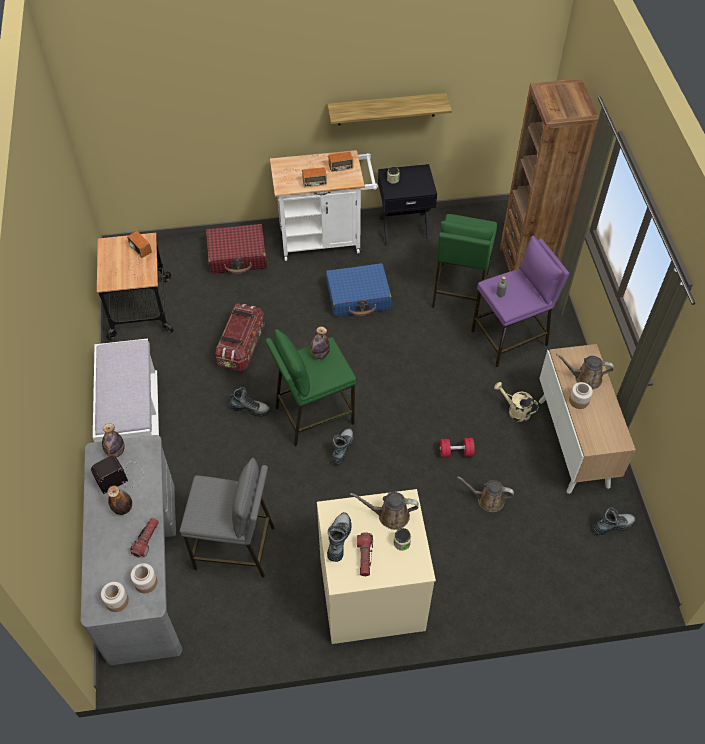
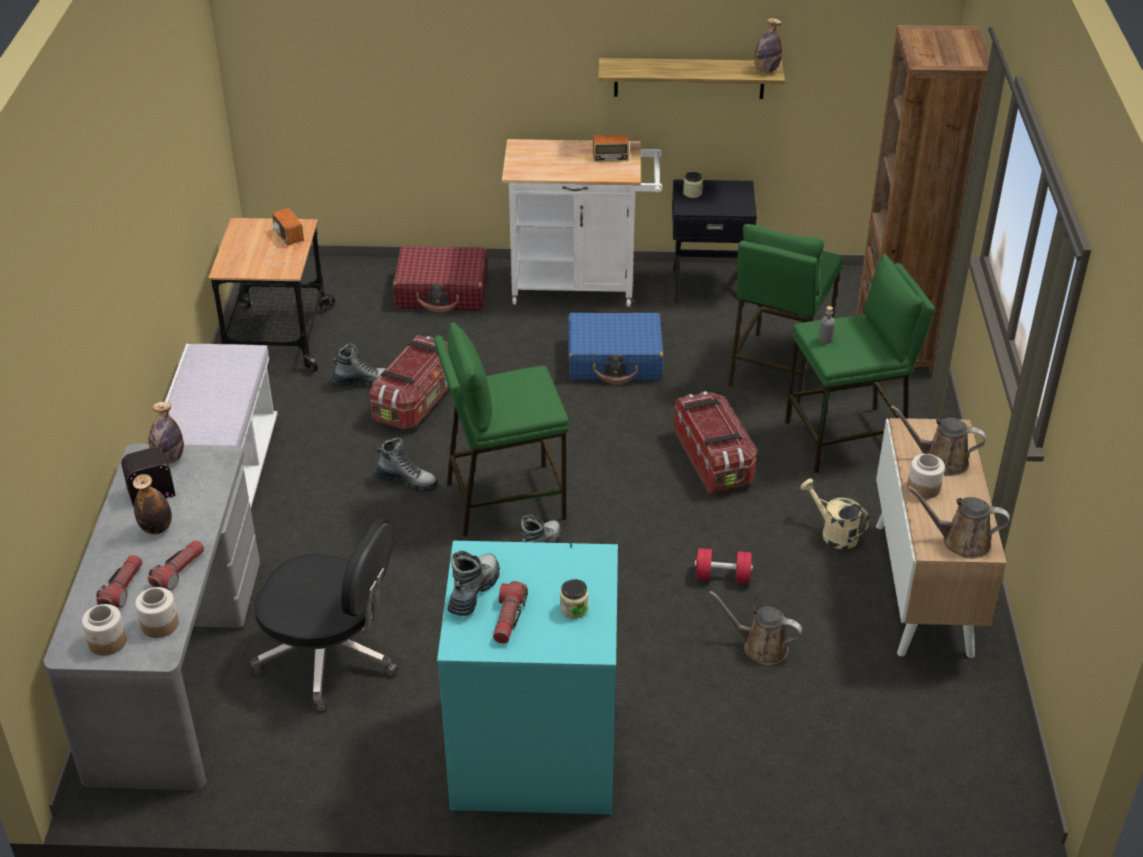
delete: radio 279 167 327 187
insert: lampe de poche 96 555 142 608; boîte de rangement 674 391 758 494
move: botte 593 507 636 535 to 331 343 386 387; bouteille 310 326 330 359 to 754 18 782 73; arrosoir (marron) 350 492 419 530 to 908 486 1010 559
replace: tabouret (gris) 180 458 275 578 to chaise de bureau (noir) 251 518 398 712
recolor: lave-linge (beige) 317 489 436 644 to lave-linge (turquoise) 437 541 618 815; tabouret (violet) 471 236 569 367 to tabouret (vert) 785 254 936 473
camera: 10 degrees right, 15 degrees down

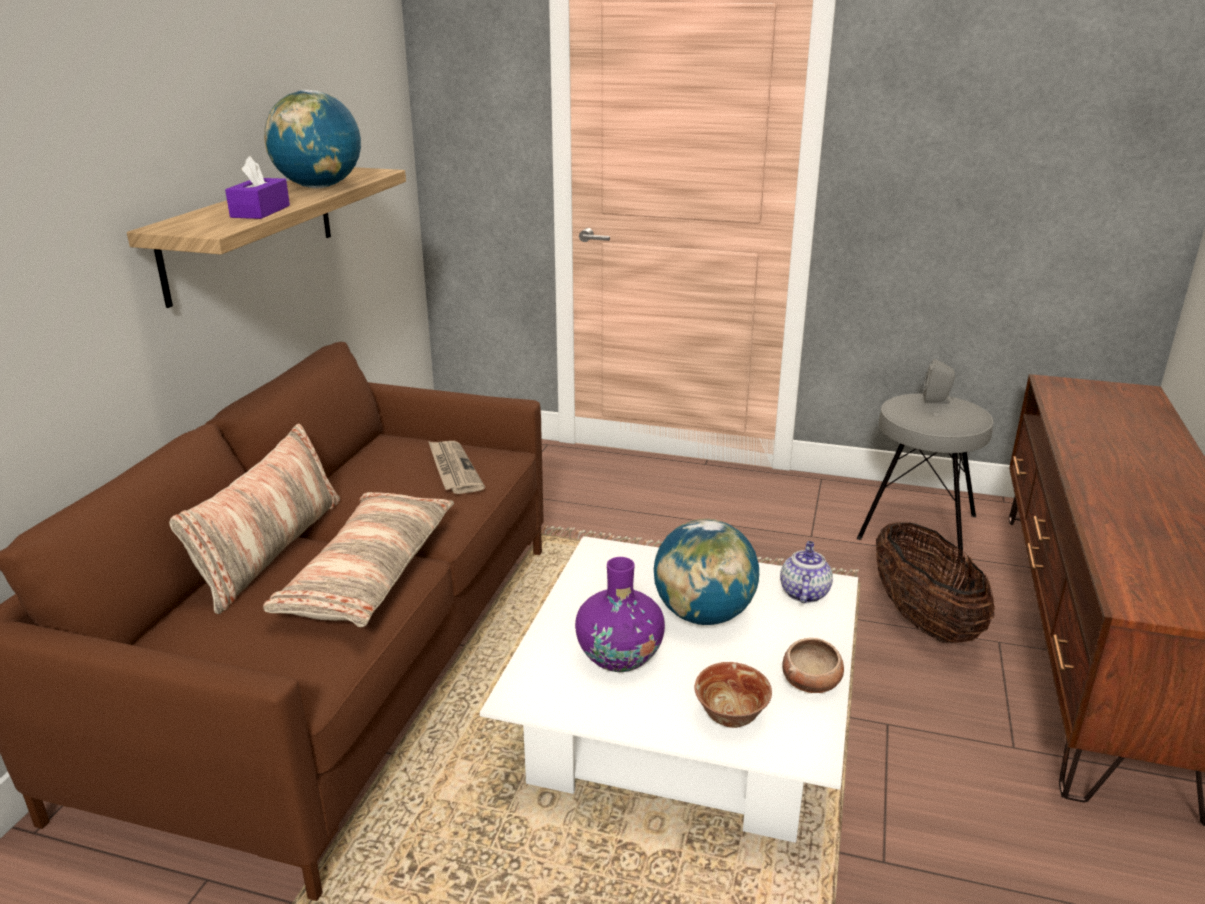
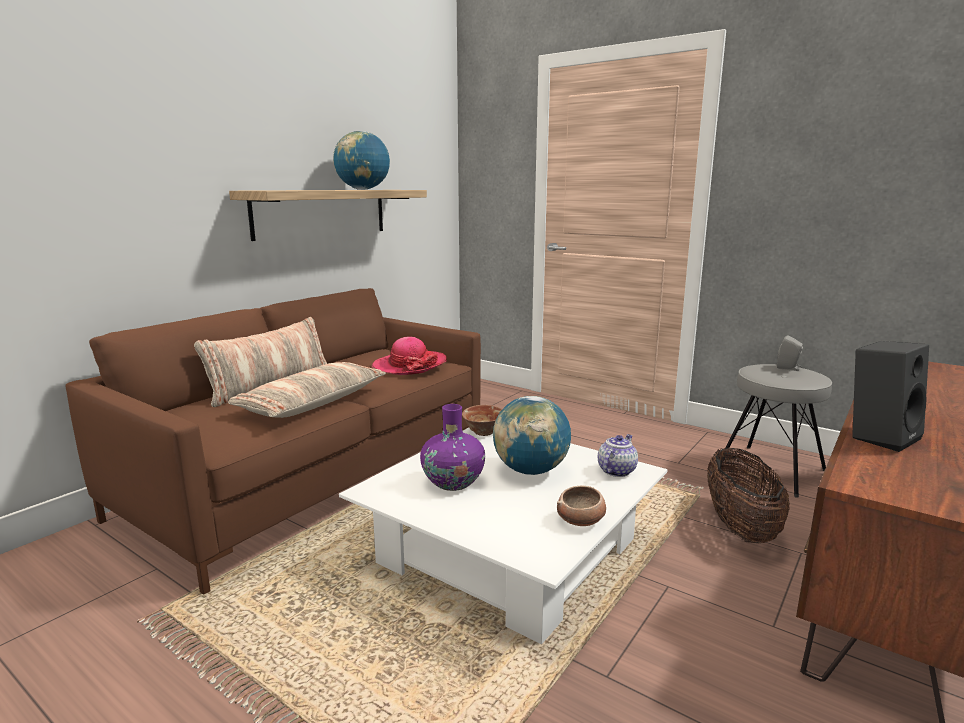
delete: boîte à mouchoirs (violet) 225 156 290 219
insert: enceinte (noir) 852 341 929 452
move: bol 695 662 772 728 to 462 405 502 436
replace: journal 428 441 485 494 to chapeau 372 337 447 375
camera: 20 degrees right, 10 degrees down

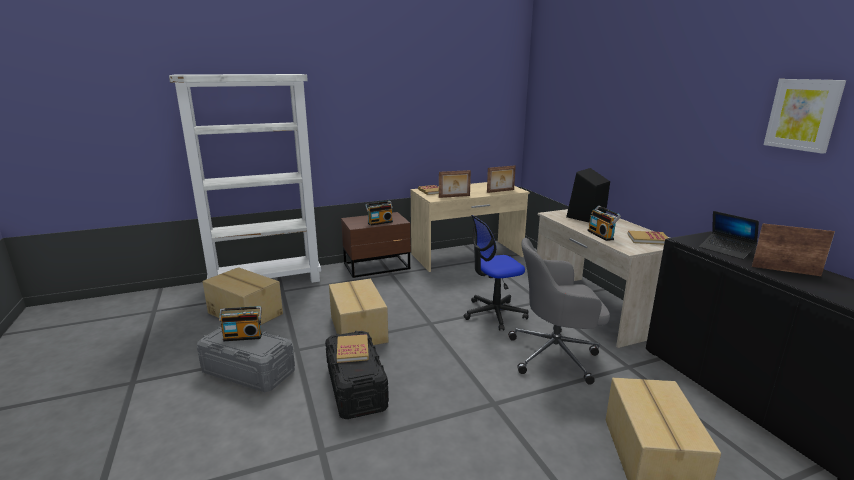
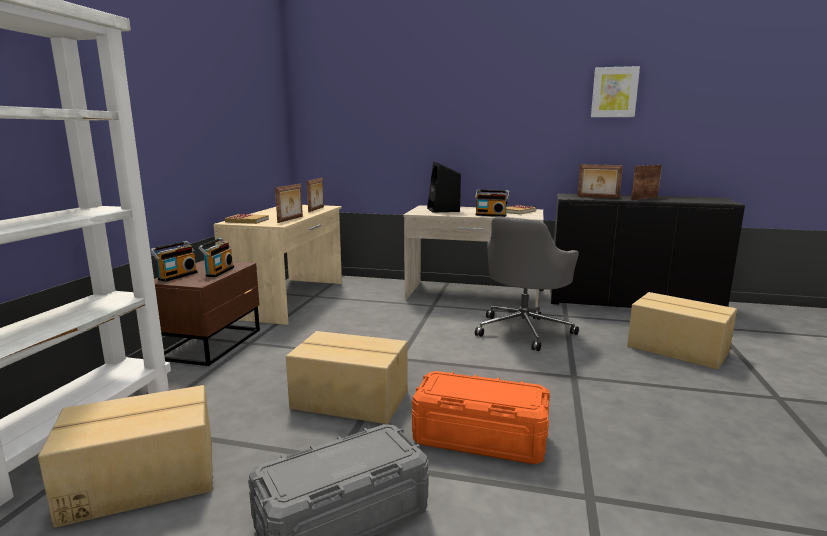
delete: livre 337 334 369 363; chaise de bureau 464 215 529 331
move: radio 219 306 262 341 to 150 241 198 282
replace: ordinateur portable 699 211 759 259 to cadre photo 577 164 623 199
recolor: boîte de rangement (noir) 325 331 389 419 to boîte de rangement (orange) 412 371 550 464
camera: 55 degrees left, 5 degrees down

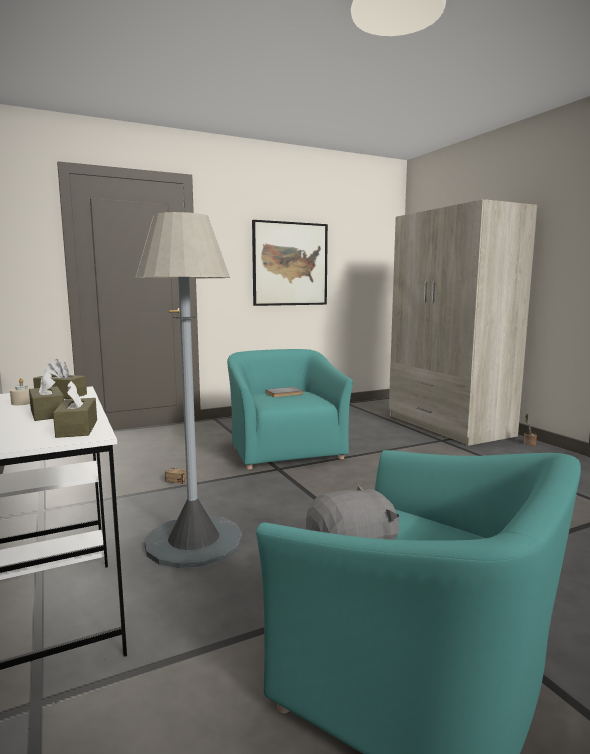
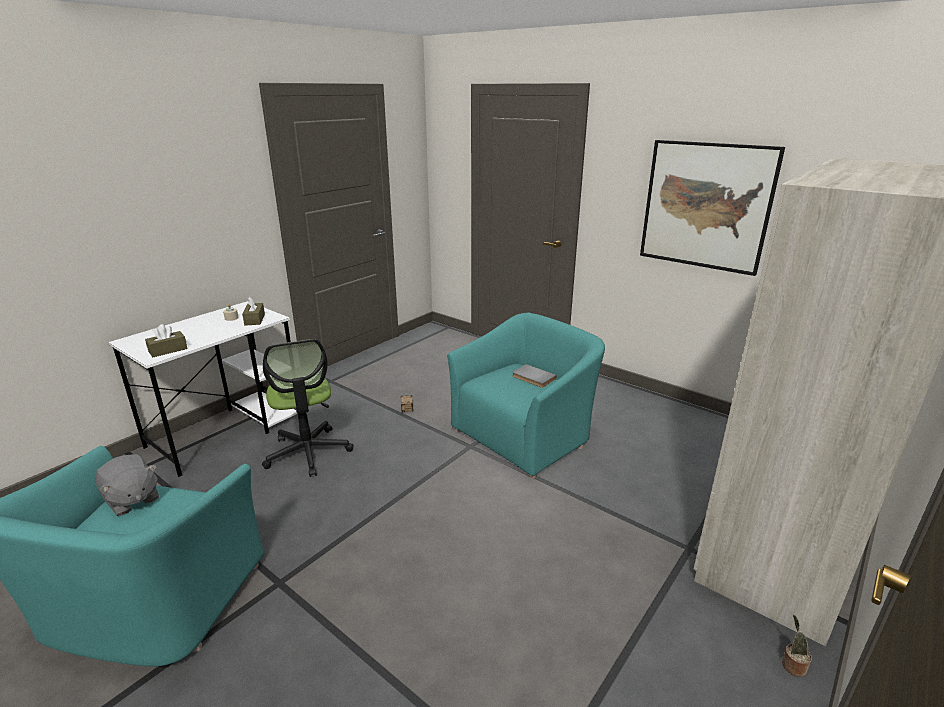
delete: boîte à mouchoirs (marron) 29 371 64 421
replace: lampadaire (gris) 135 212 242 569 to chaise de bureau 262 339 354 477
camera: 65 degrees right, 15 degrees up

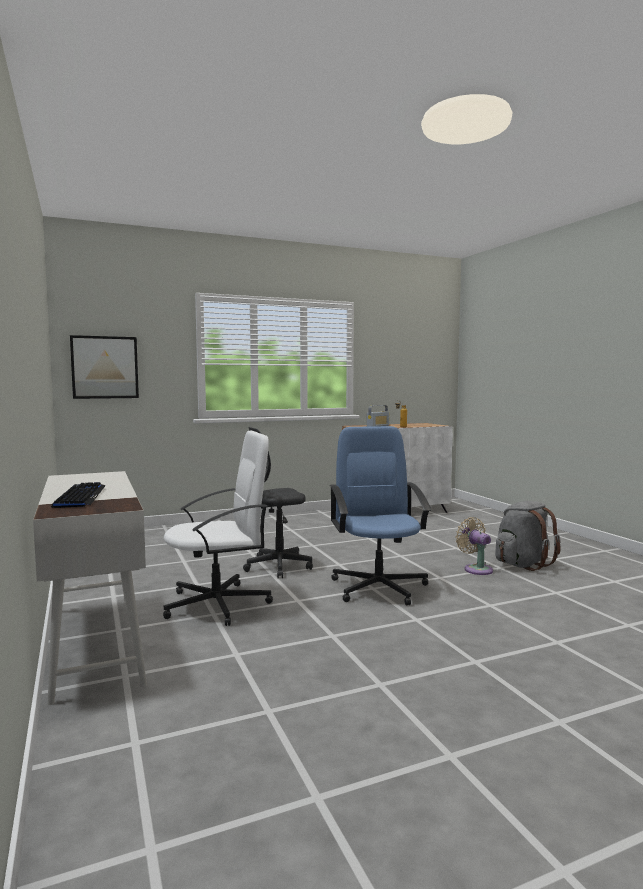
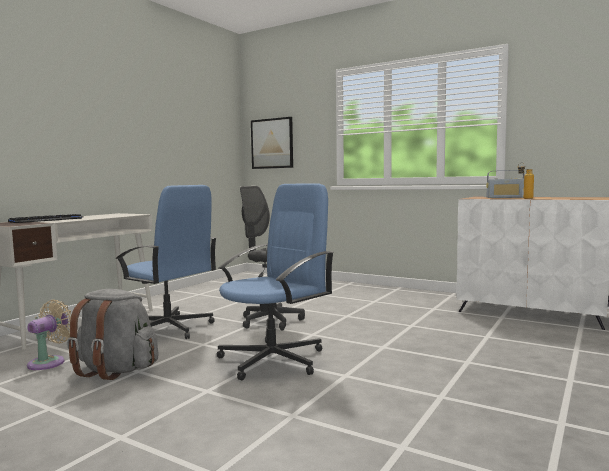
move: ventilateur (beige) 455 517 493 575 to 27 300 71 370; sac à dos (gris) 495 501 561 571 to 67 289 159 380
recolor: chaise de bureau (blanc) 163 430 273 626 to chaise de bureau (bleu) 116 185 216 339
camera: 55 degrees right, 0 degrees up

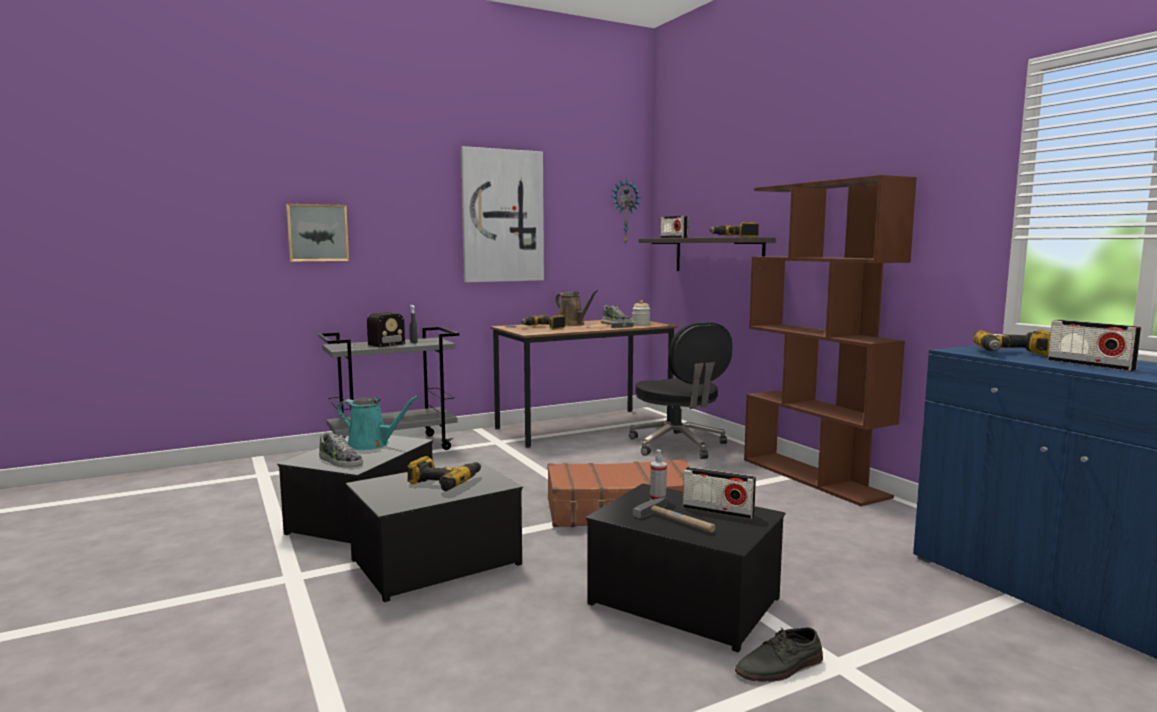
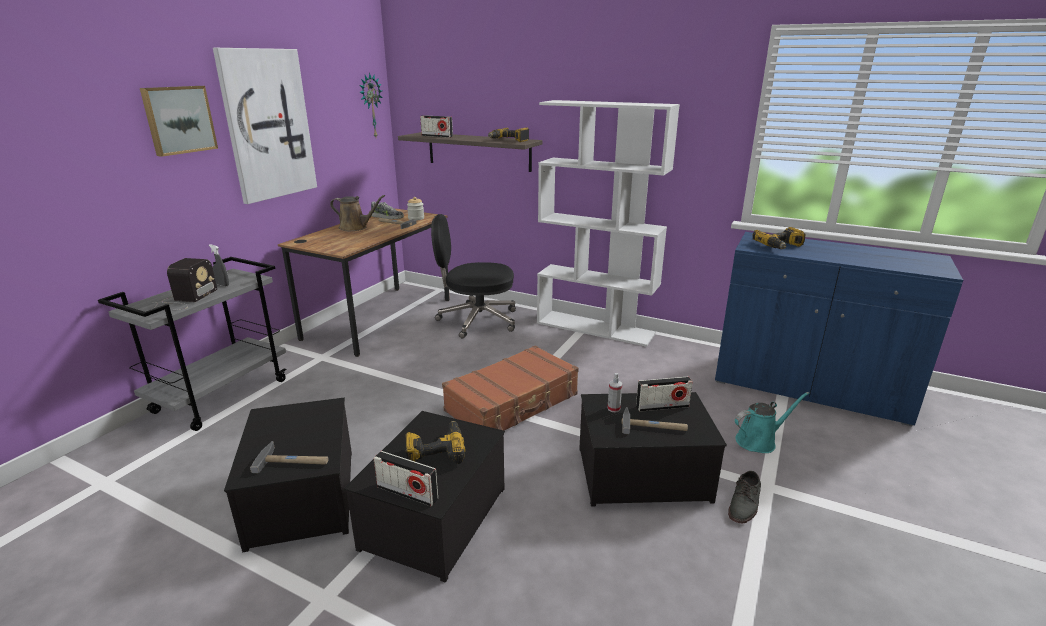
delete: perceuse 521 315 565 329
move: tableau 286 204 349 262 to 140 86 218 157; radio 1048 320 1141 371 to 373 451 438 506; arrosoir (turquoise) 337 396 419 450 to 735 392 810 453
replace: chaussure 319 432 363 468 to marteau 250 441 329 473
recolor: bibliothèque (marron) 744 175 917 506 to bibliothèque (blanc) 537 100 680 347
rotate: chaise de bureau (noir) 629 322 733 459 = 431 214 516 338 150 degrees clockwise
camera: 35 degrees left, 15 degrees up

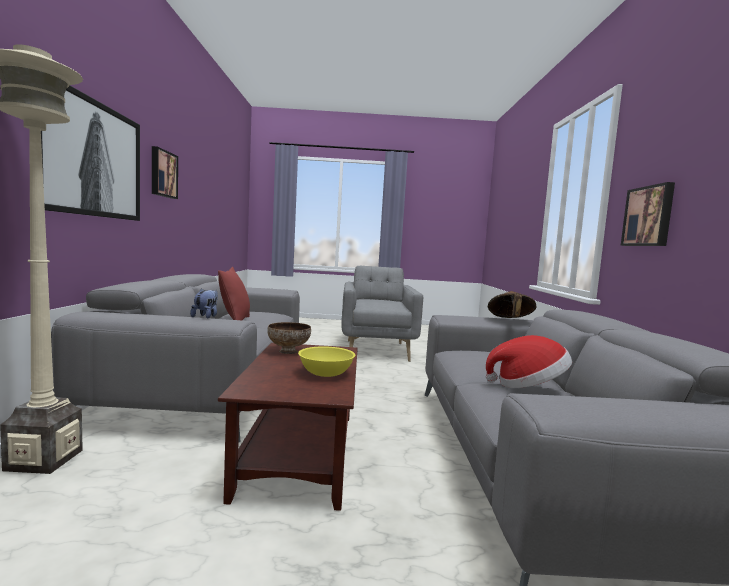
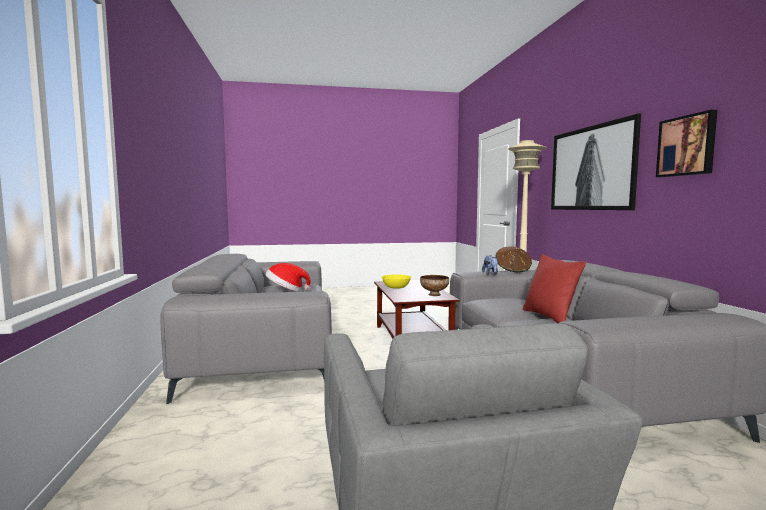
delete: tableau 621 182 675 246
move: chapeau (marron) 488 291 537 318 to 495 246 532 272
camera: 170 degrees right, 0 degrees up

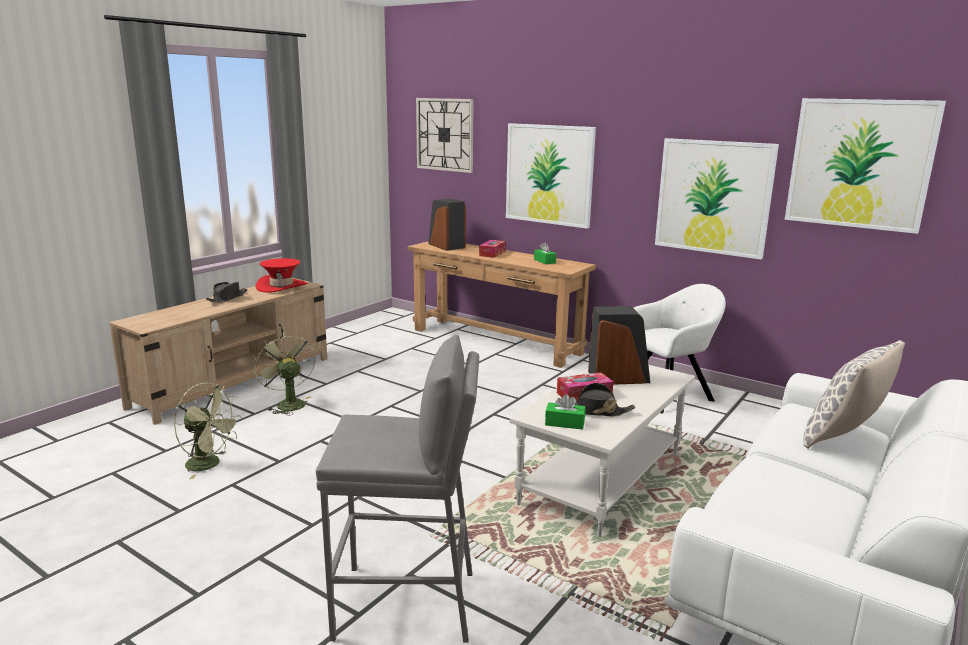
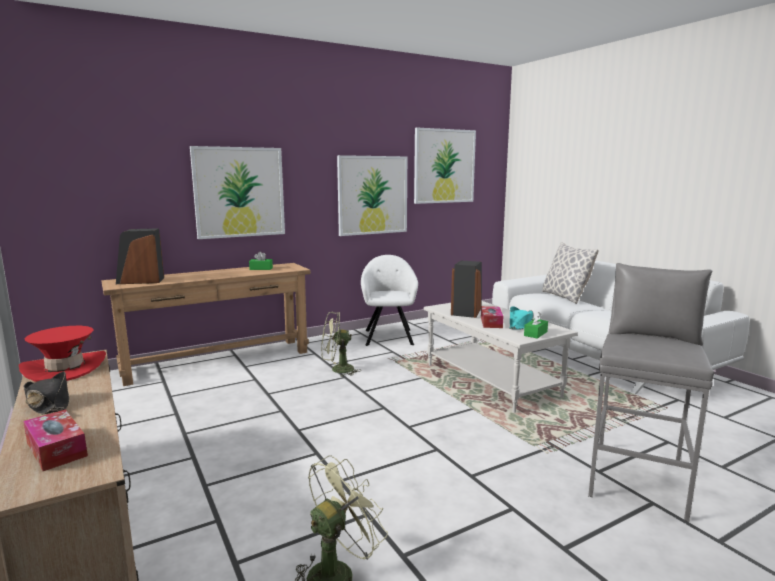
delete: horloge murale 416 98 474 173
move: boîte à mouchoirs 479 240 506 258 to 23 409 88 471; ventilateur (vert) 253 333 316 416 to 321 312 360 377
recolor: chapeau (noir) 575 383 635 417 to chapeau (turquoise) 509 306 533 330
camera: 65 degrees left, 5 degrees down

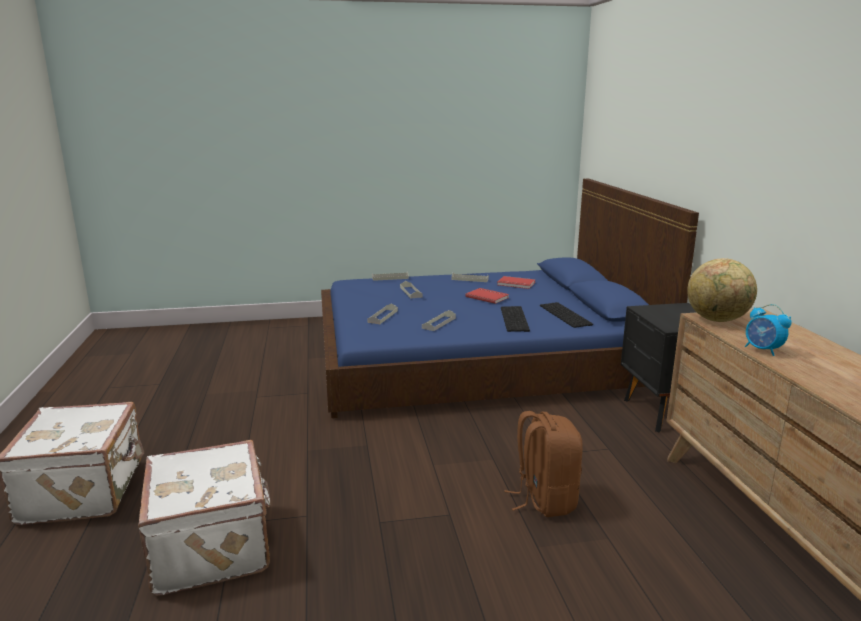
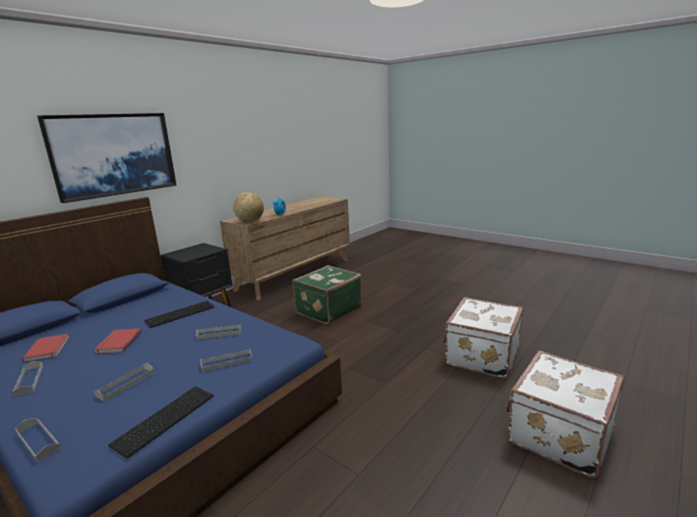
insert: tableau 37 113 176 203
move: clavier 540 302 593 328 to 108 386 213 458
replace: sac à dos (marron) 504 411 583 517 to valise (vert) 292 265 362 324
camera: 130 degrees left, 0 degrees up

